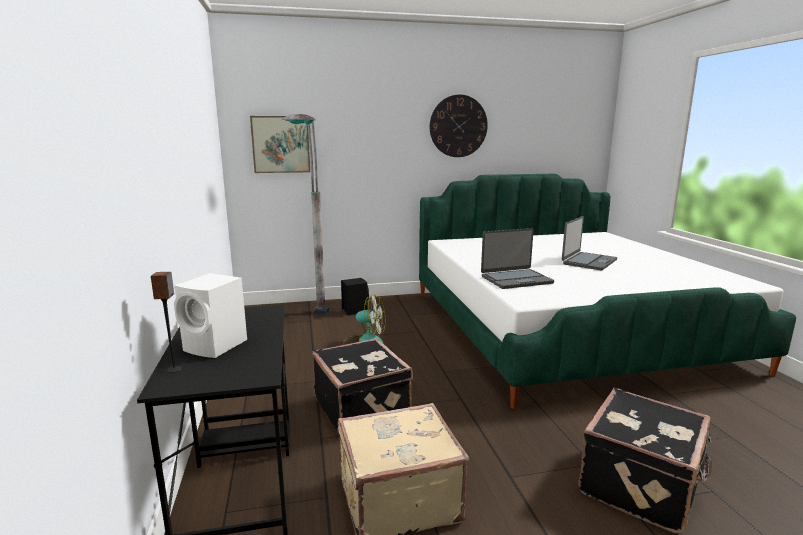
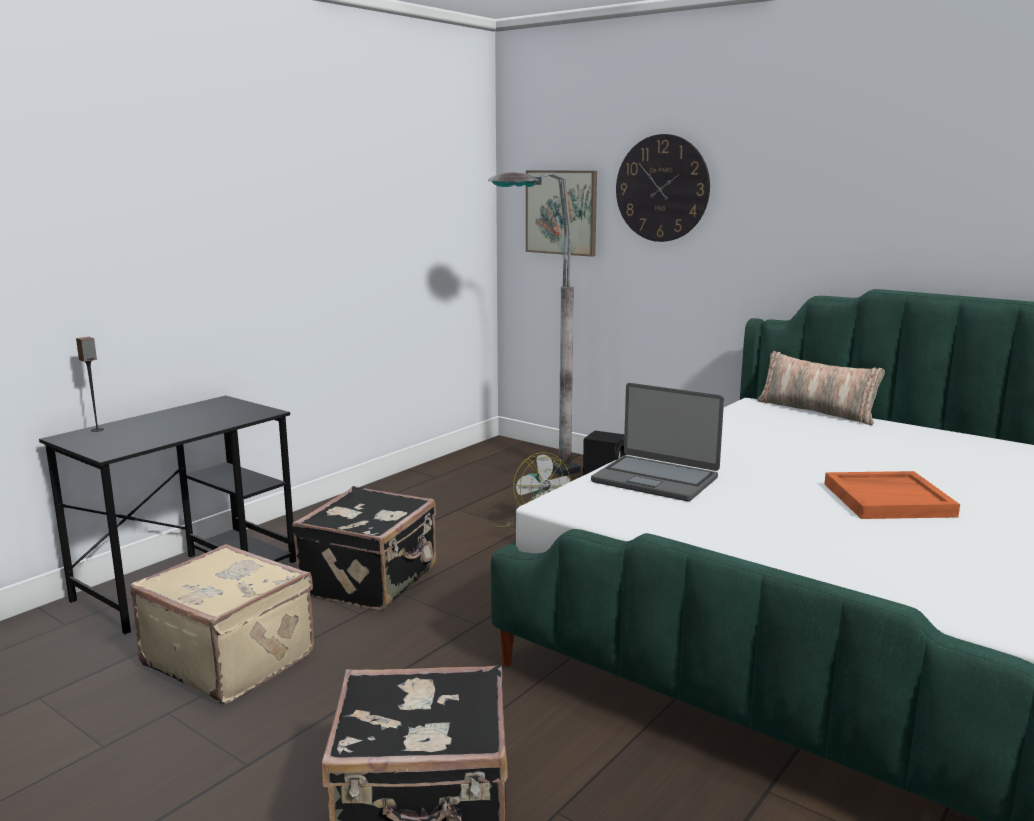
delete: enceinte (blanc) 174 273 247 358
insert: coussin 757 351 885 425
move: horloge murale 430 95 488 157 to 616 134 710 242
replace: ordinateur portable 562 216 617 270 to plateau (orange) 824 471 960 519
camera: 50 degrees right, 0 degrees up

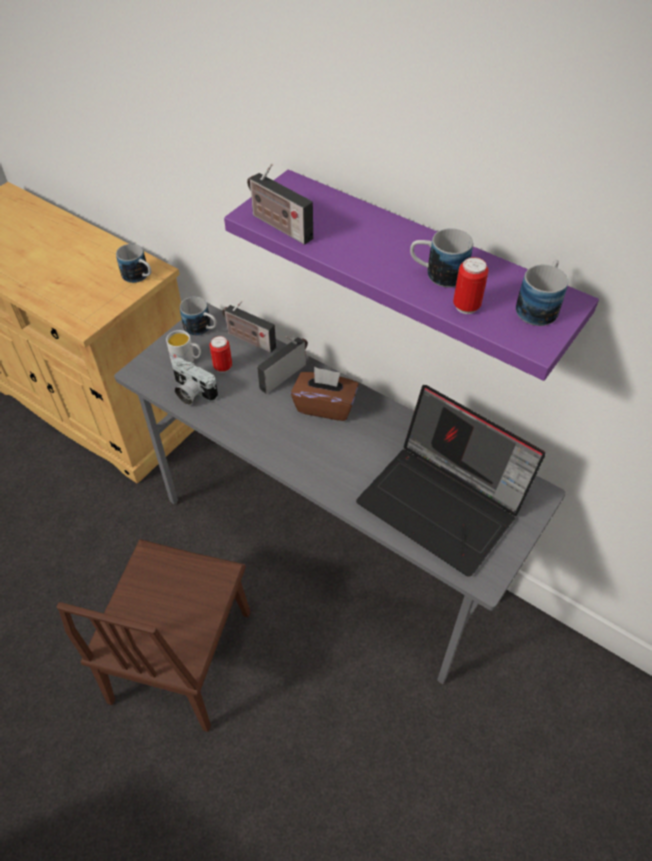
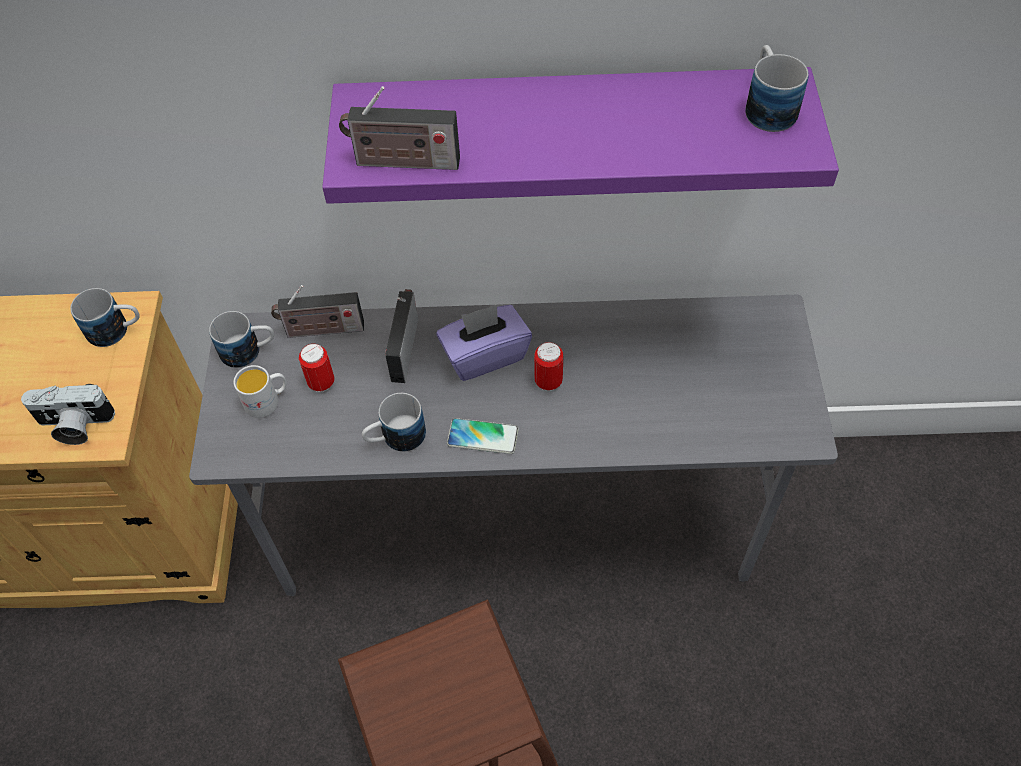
delete: ordinateur portable 356 385 545 577
insert: téléphone 447 418 519 454
move: appareil photo 172 358 218 405 to 21 384 115 445; mug 410 228 473 287 to 362 393 426 452; boîte métallique 453 257 489 314 to 534 342 563 391
recolor: boîte à mouchoirs (marron) 291 366 359 421 to boîte à mouchoirs (violet) 436 304 532 381
camera: 35 degrees left, 5 degrees up

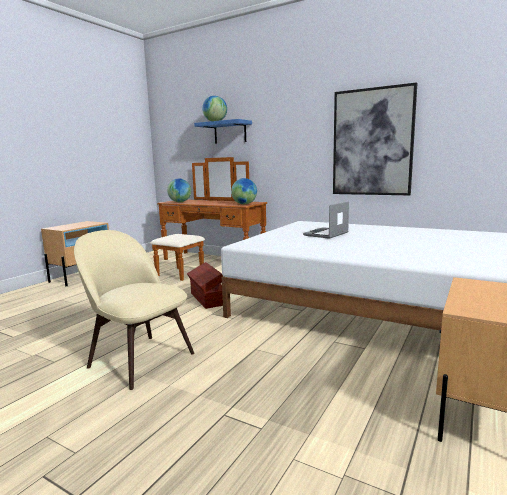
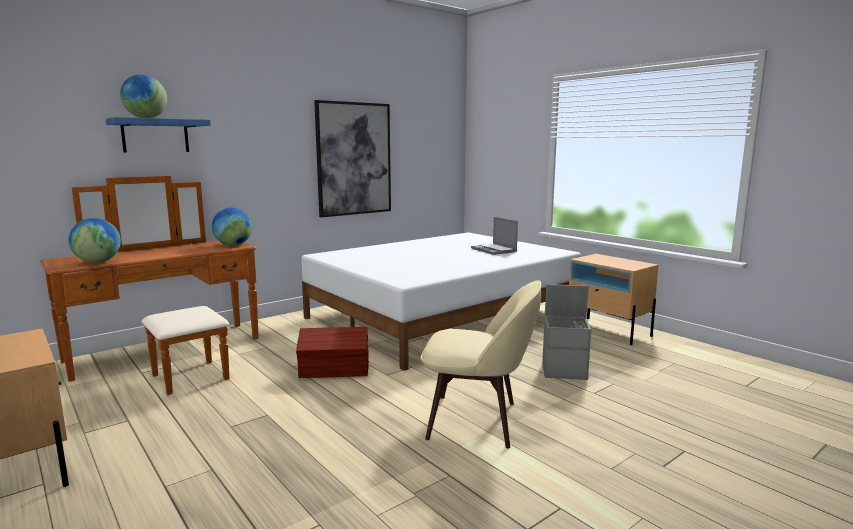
insert: boîte de rangement (gris) 542 284 591 380
move: ordinateur portable 303 201 349 239 to 471 217 518 255
rotate: chaise (beige) 74 230 195 390 = 421 280 541 449 135 degrees counterclockwise
camera: 70 degrees left, 0 degrees up

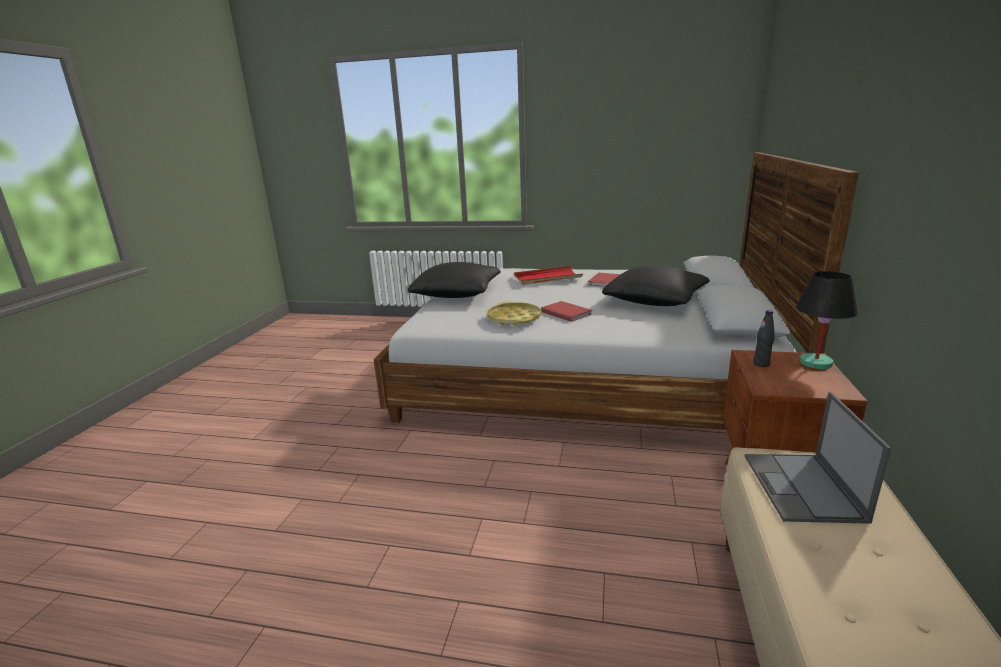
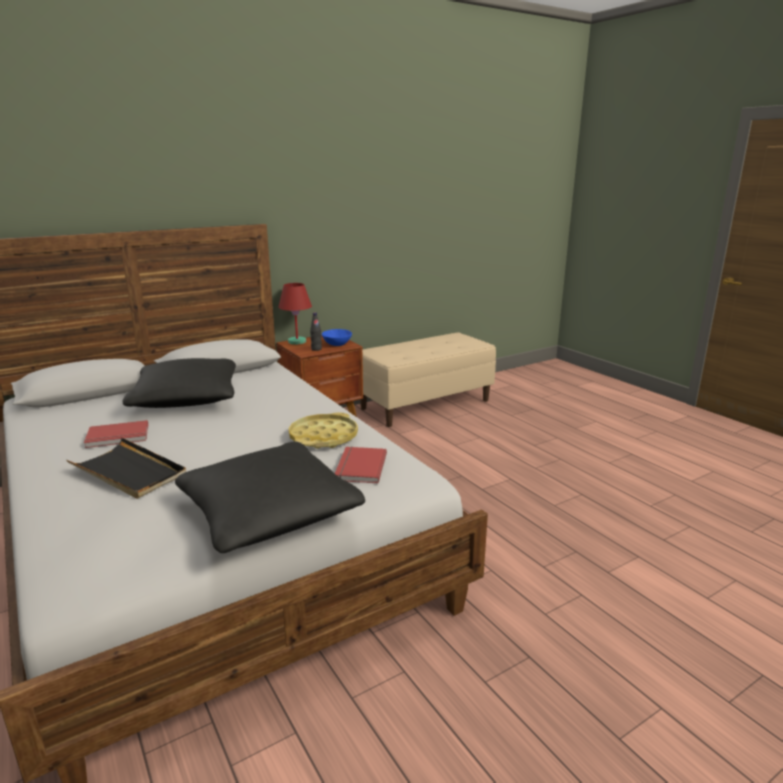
delete: ordinateur portable 745 392 891 524
insert: bol (bleu) 322 329 352 346
move: livre (rouge) 541 301 592 322 to 335 447 387 483
recolor: plateau (rouge) 514 266 583 285 to plateau (noir) 66 438 186 499; lampe de table (noir) 796 271 858 369 to lampe de table (rouge) 278 283 312 345
camera: 135 degrees left, 0 degrees up

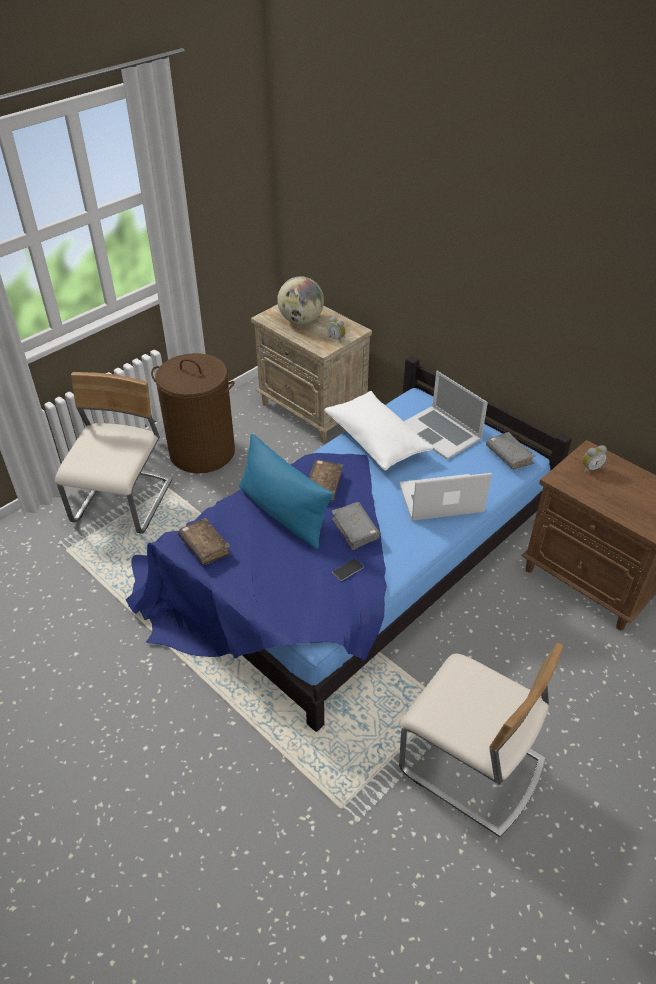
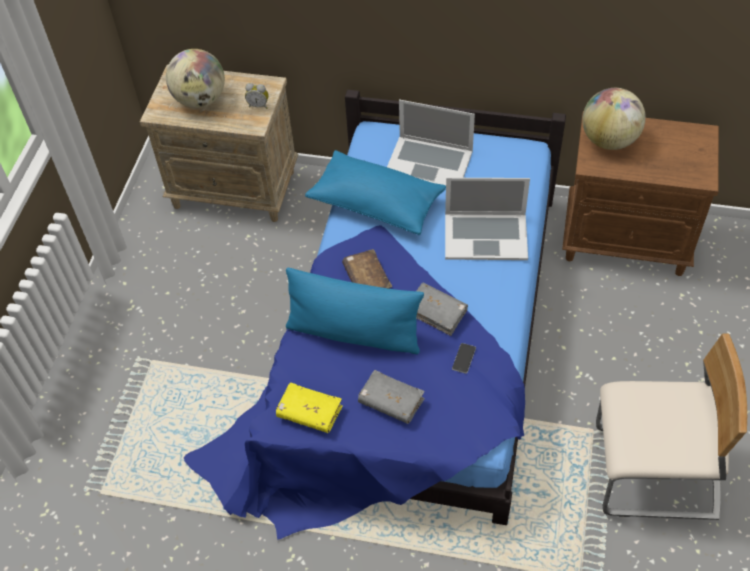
delete: chaise (beige) 55 372 172 534; panier à linge (marron) 151 353 235 473
move: livre (gris) 486 432 536 470 to 358 370 425 424
replace: réveil 583 445 607 473 to globe 582 88 646 150
recolor: livre (marron) 178 518 231 565 to livre (jaune) 276 383 343 433; coussin (blanc) 324 391 433 471 to coussin (bleu) 305 150 446 236
rotate: ordinateur portable 399 473 492 521 = 445 178 530 260 135 degrees counterclockwise
camera: 30 degrees left, 10 degrees up

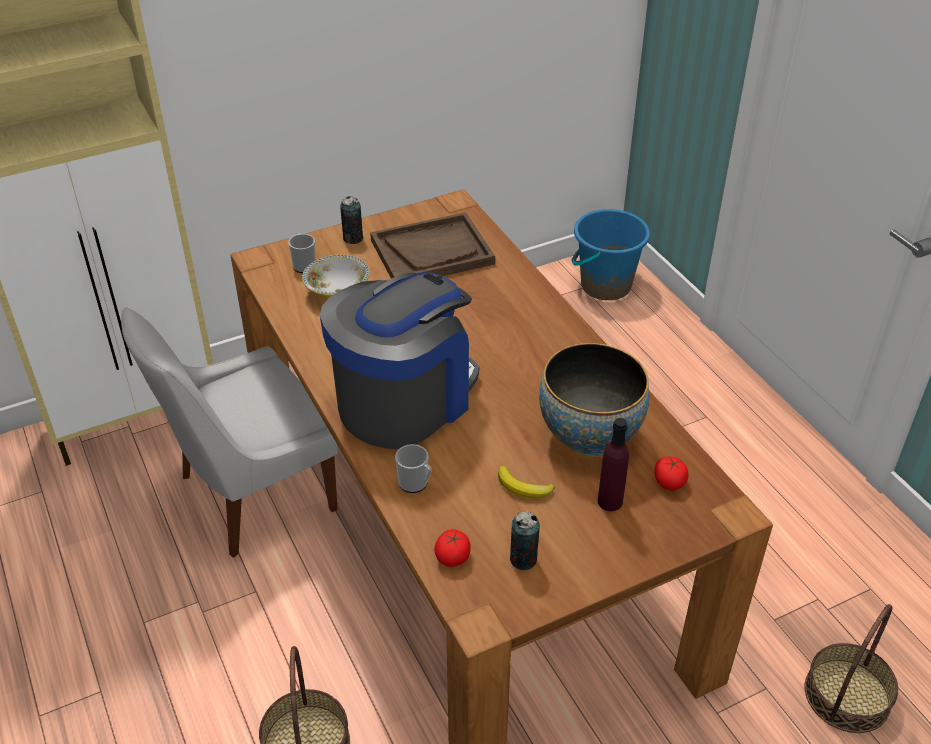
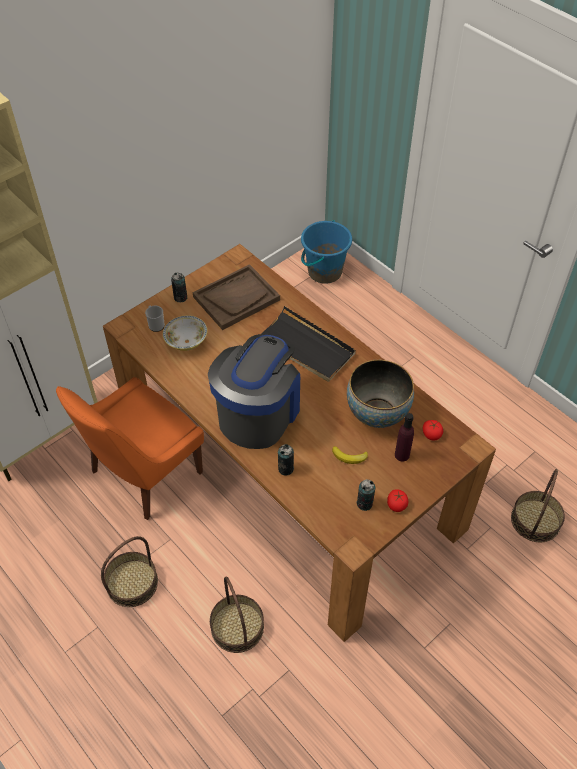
insert: panier 101 536 158 607; plateau (noir) 261 306 356 382
move: tomate 434 529 471 567 to 387 489 408 512
replace: mug 395 444 432 493 to boîte métallique 278 444 294 476
recolor: chaise (blanc) 121 307 338 558 to chaise (orange) 56 377 204 520
camera: 15 degrees left, 10 degrees up

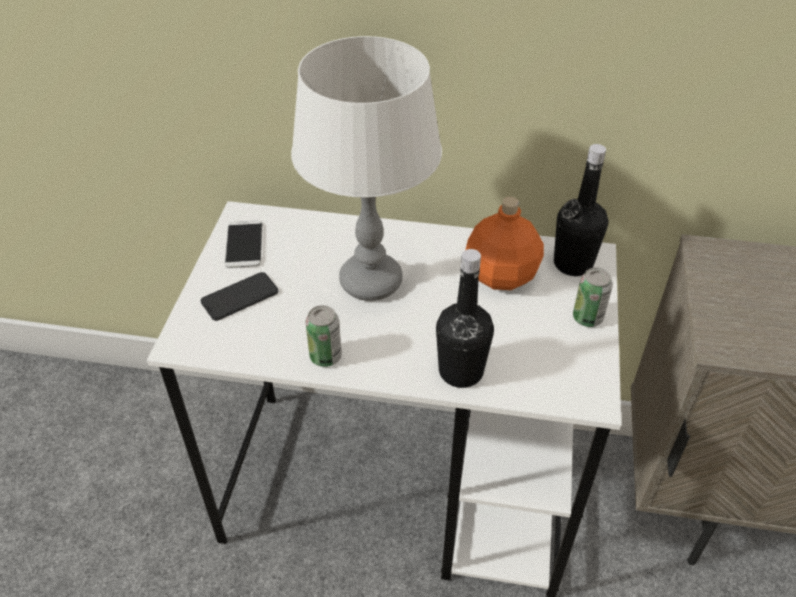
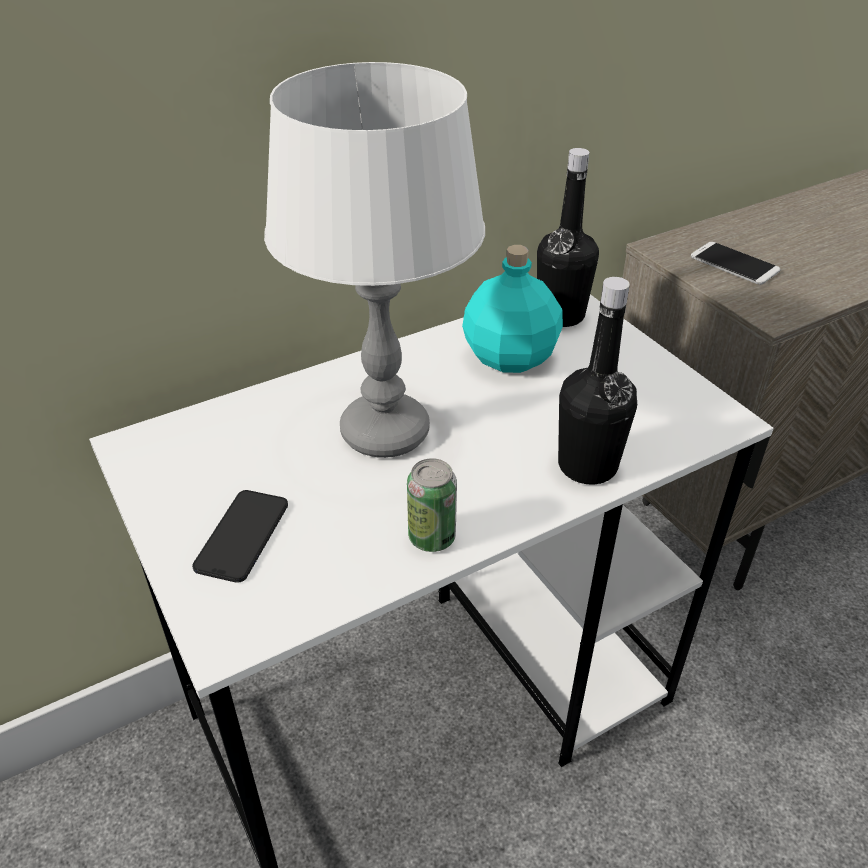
delete: boîte métallique 573 267 613 327
move: téléphone 225 220 262 268 to 691 242 781 285
recolor: bouteille (orange) 466 197 544 290 to bouteille (turquoise) 462 245 563 373
camera: 40 degrees left, 5 degrees down

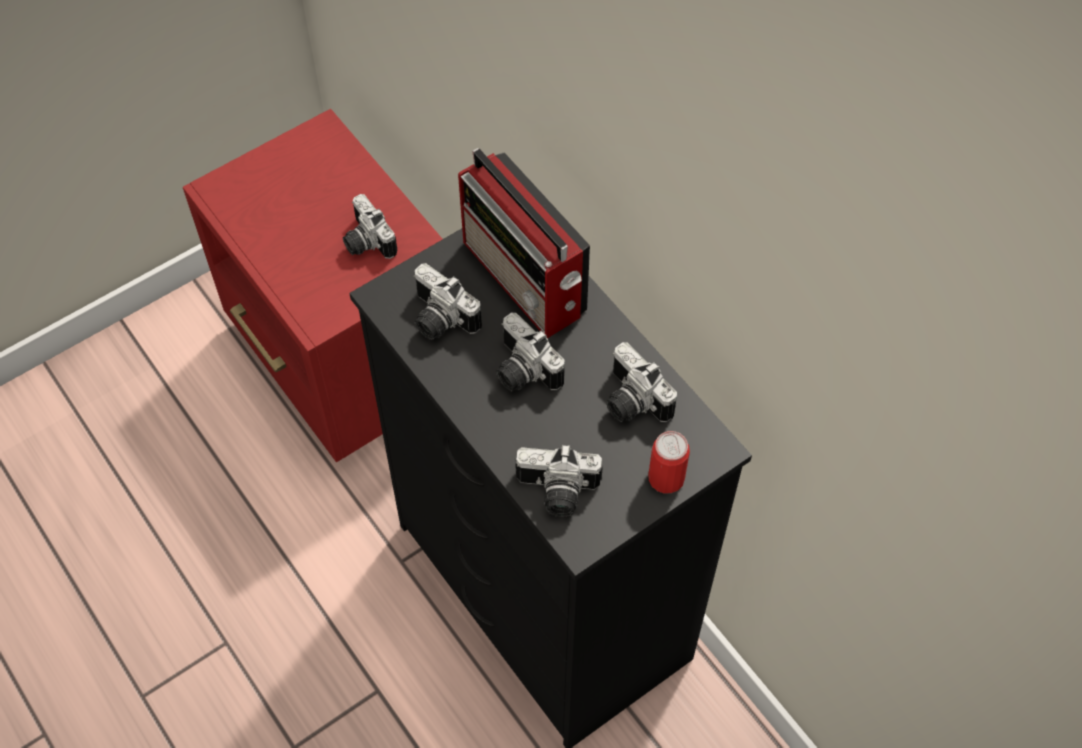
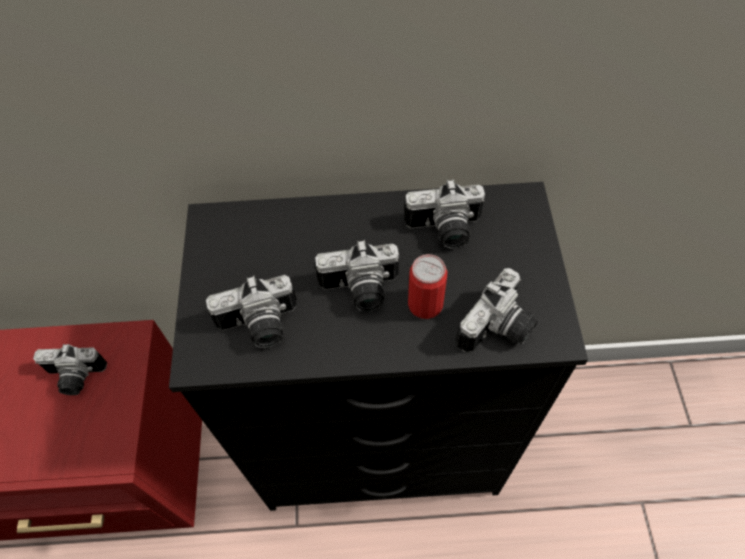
delete: radio 458 148 590 338
move: boîte métallique 648 431 690 494 to 408 254 448 319
camera: 55 degrees left, 0 degrees up

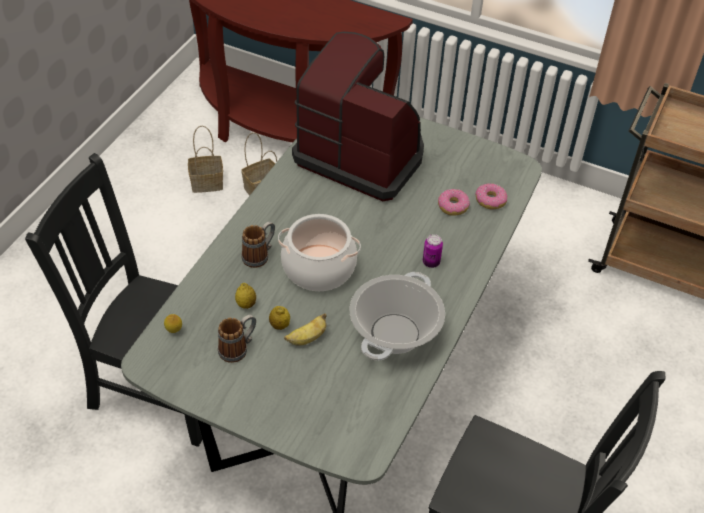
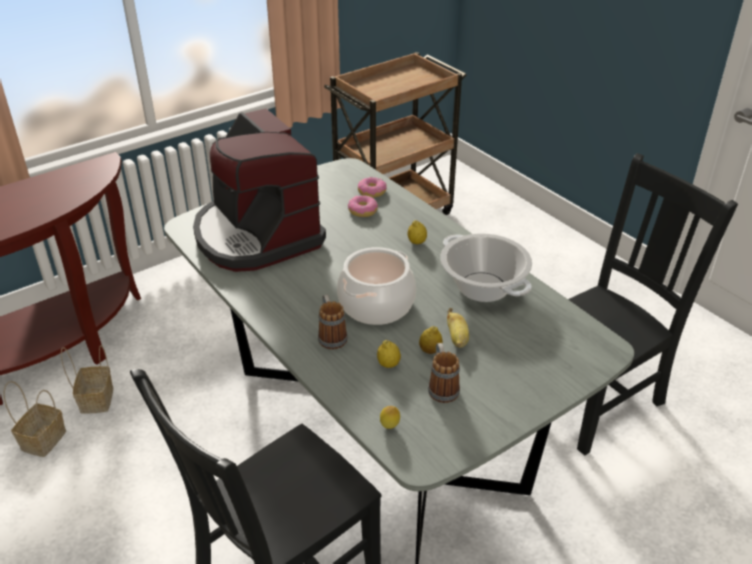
replace: boîte métallique 423 234 443 268 to citron 408 220 427 244
rotate: machine à café 292 32 424 201 = 193 108 326 272 90 degrees counterclockwise
camera: 60 degrees left, 10 degrees down

